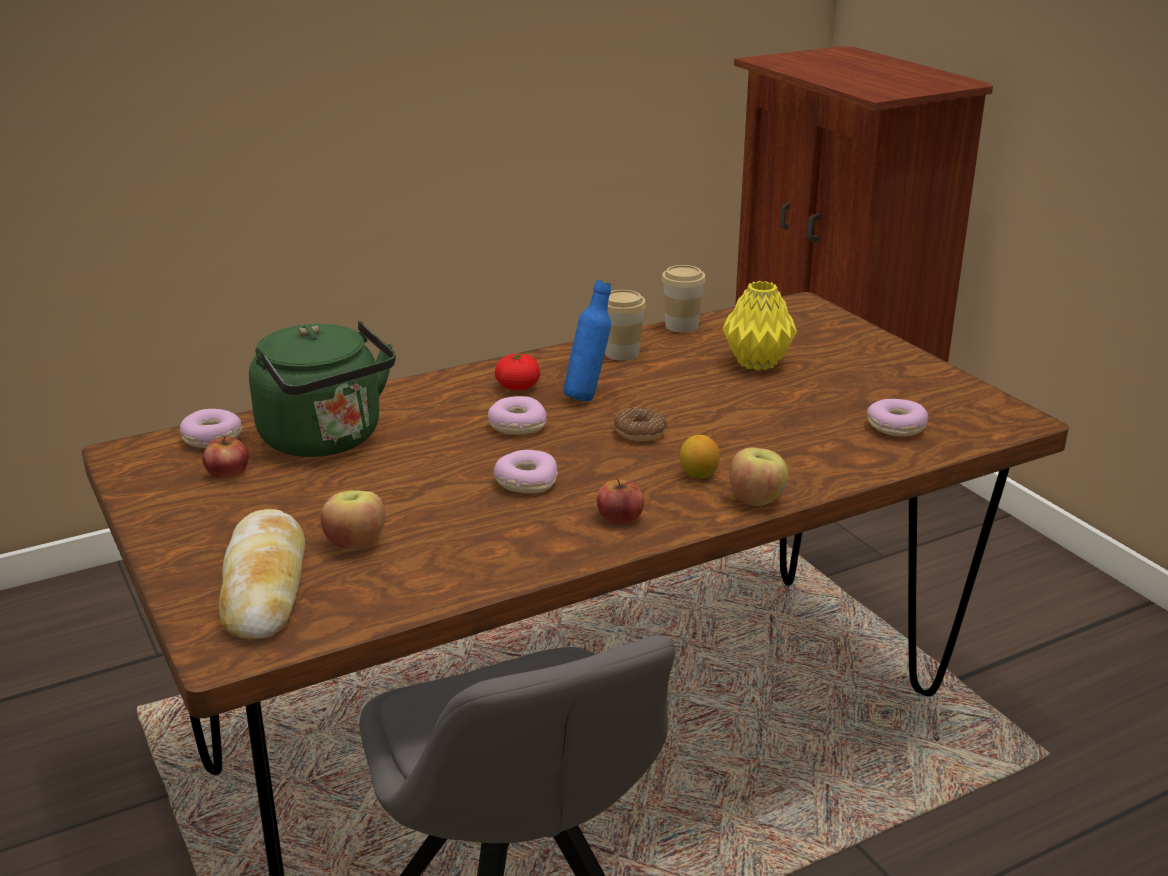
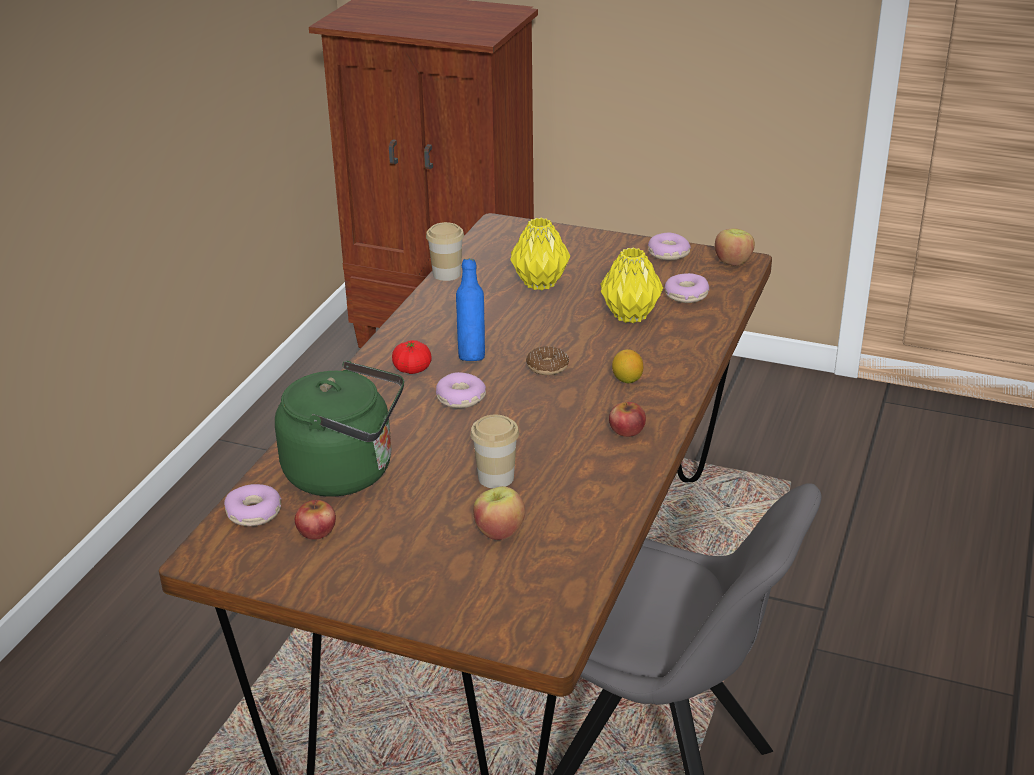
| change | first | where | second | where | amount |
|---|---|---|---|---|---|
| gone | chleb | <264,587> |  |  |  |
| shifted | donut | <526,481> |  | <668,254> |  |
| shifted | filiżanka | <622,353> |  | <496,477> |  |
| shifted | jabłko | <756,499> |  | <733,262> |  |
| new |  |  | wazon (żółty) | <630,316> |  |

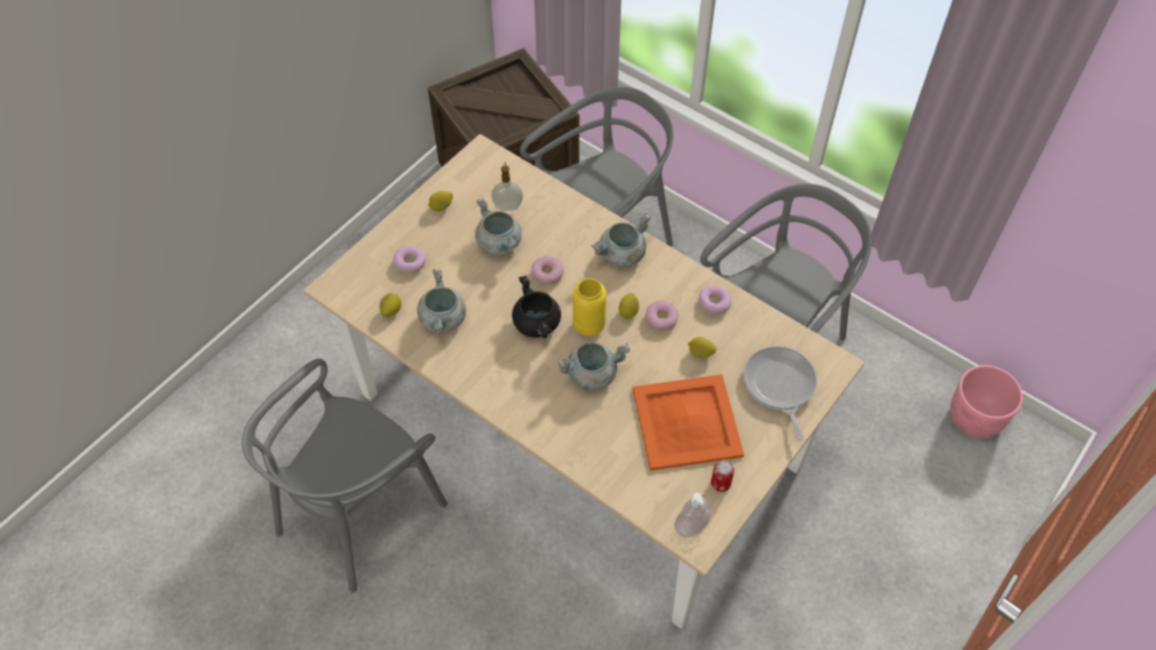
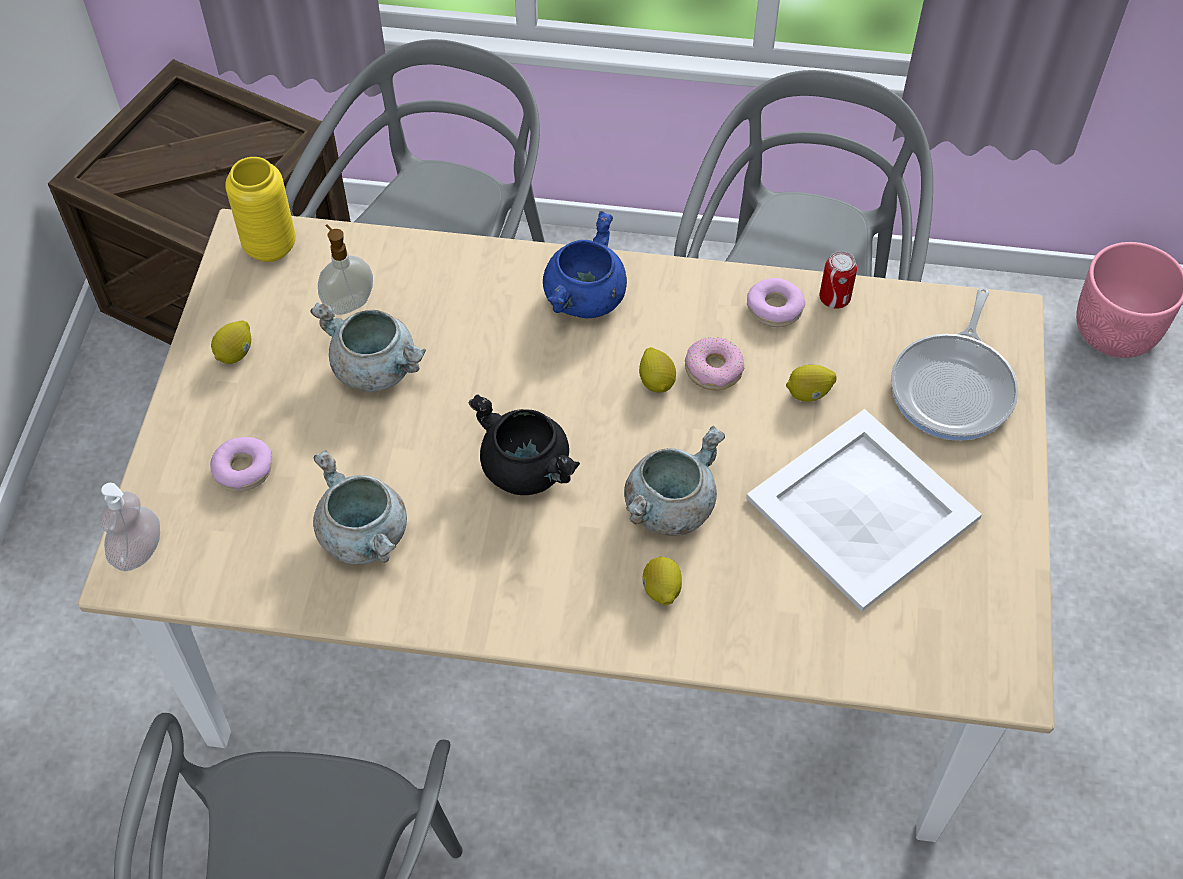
| change | first | where | second | where | amount |
|---|---|---|---|---|---|
| shifted | cytryna | <391,311> |  | <661,590> |  |
| gone | donut | <547,273> |  |  |  |
| shifted | wazon (żółty) | <589,325> |  | <270,246> |  |
| repainted | garnek (szary) | <621,255> | garnek (niebieski) | <585,299> |  |
| repainted | taca (pomarańczowy) | <688,423> | taca (biały) | <864,508> |  |
| shifted | dozownik mydła | <691,526> |  | <138,551> |  |
| shifted | puszka | <720,483> |  | <834,298> |  |
| rotated | patelnia | <779,386> |  | <954,387> | 120 degrees counterclockwise |

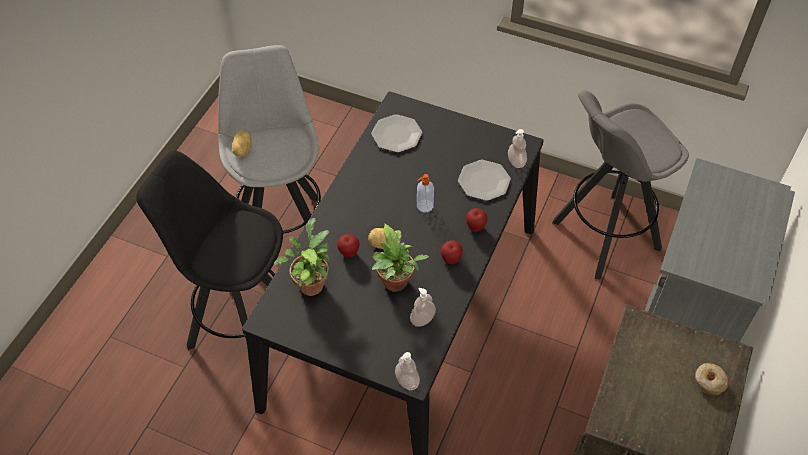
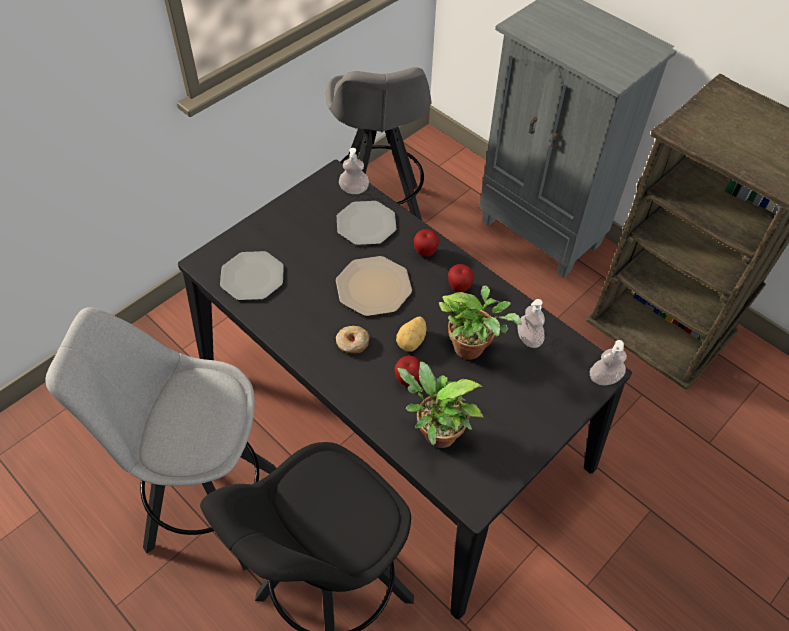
| change | first | where | second | where | amount |
|---|---|---|---|---|---|
| gone | ziemniak | <242,150> |  |  |  |
| swapped | dozownik mydła | <424,206> | talerz | <374,286> |  |
| shifted | donut | <709,381> |  | <352,343> |  |

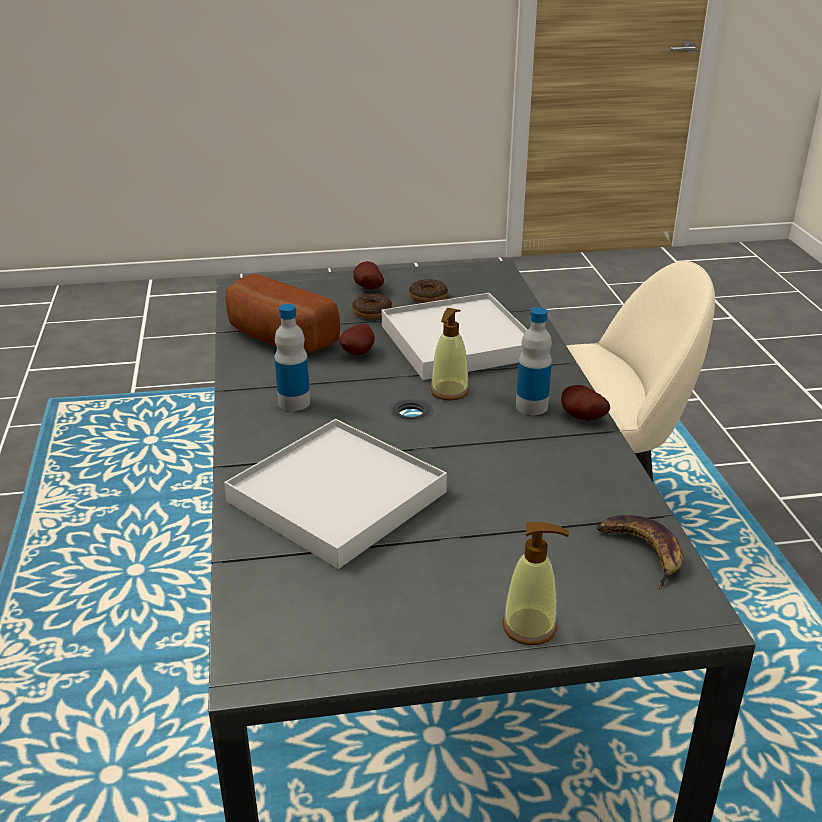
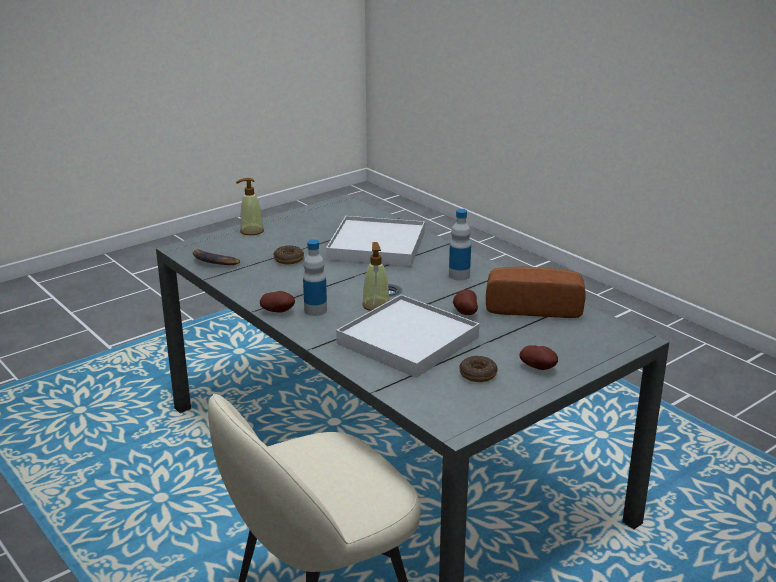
| change | first | where | second | where | amount |
|---|---|---|---|---|---|
| shifted | donut | <372,312> |  | <289,259> |  |

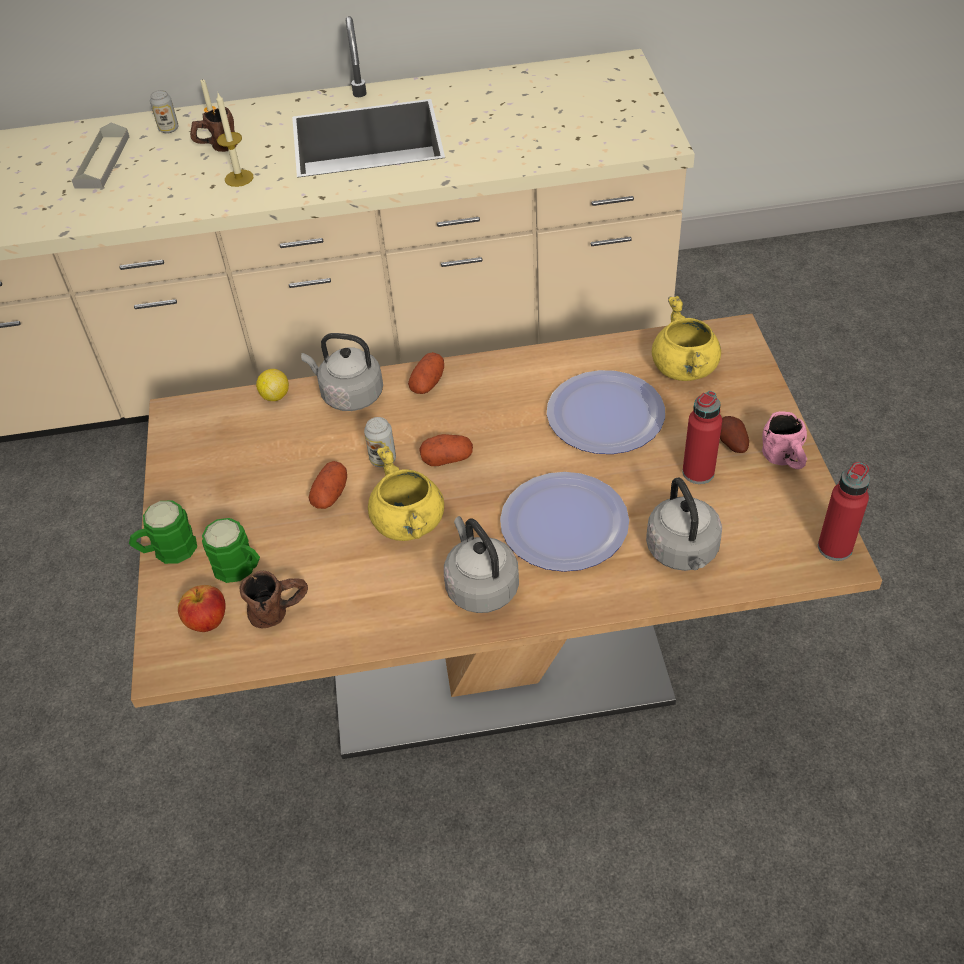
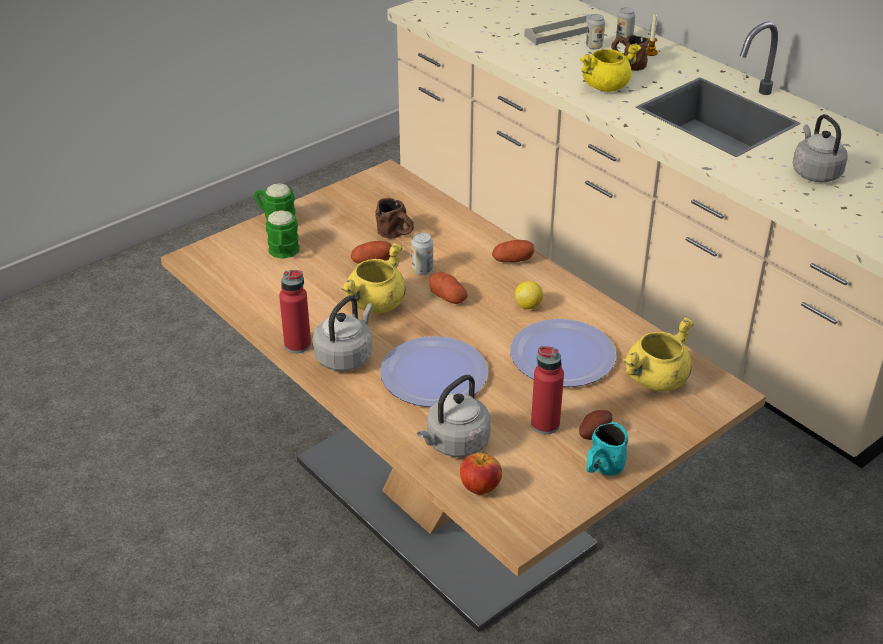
| change | first | where | second | where | amount |
|---|---|---|---|---|---|
| shifted | jabłko | <207,621> |  | <480,487> |  |
| swapped | świeca | <239,178> | garnek (żółty) | <605,86> |  |
| shifted | kubek (brązowy) | <280,610> |  | <397,235> |  |
| shifted | cytryna | <275,396> |  | <528,305> |  |
| shifted | czajnik (szary) | <349,395> |  | <815,172> |  |
| repainted | kubek (różowy) | <785,461> | kubek (turkusowy) | <602,470> |  |
| shifted | butelka (czerwony) | <835,547> |  | <297,345> |  |
| new |  |  | puszka | <594,46> |  |

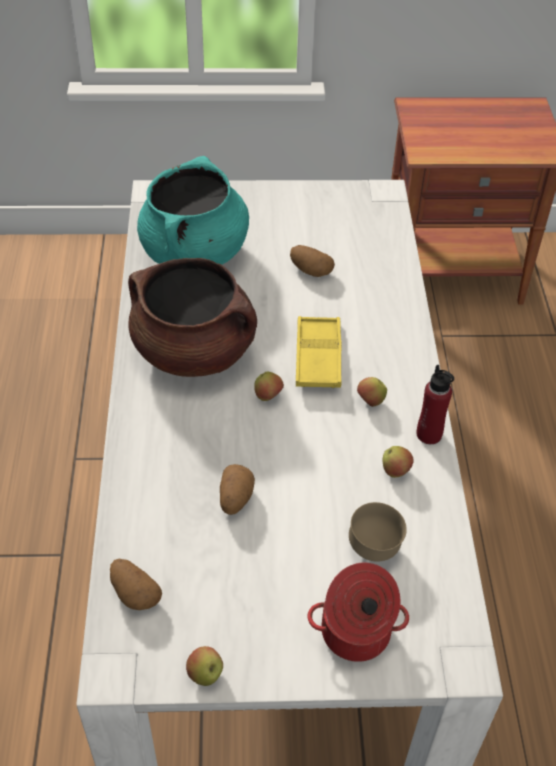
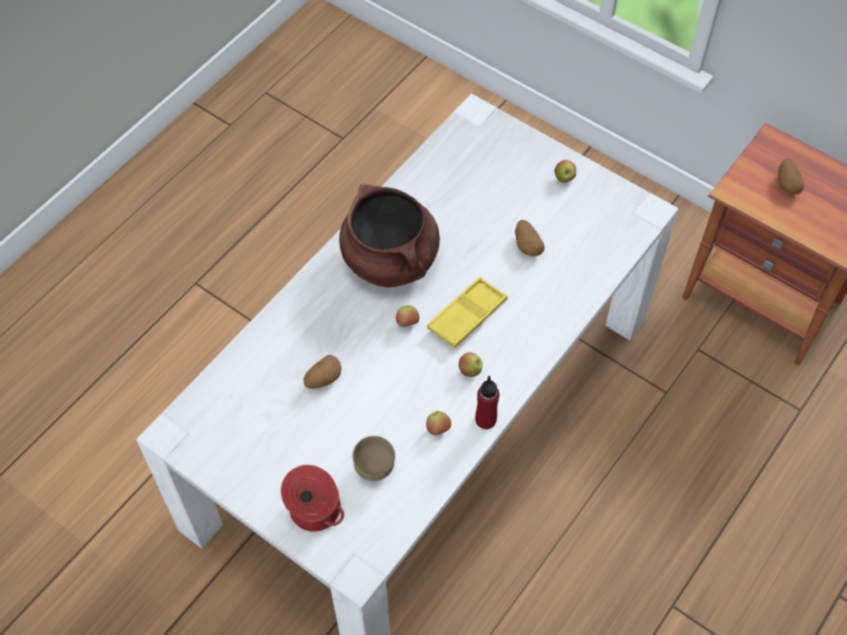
| change | first | where | second | where | amount |
|---|---|---|---|---|---|
| shifted | ziemniak | <134,593> |  | <787,183> |  |
| gone | garnek (turkusowy) | <195,254> |  |  |  |
| shifted | jabłko | <205,674> |  | <564,178> |  |

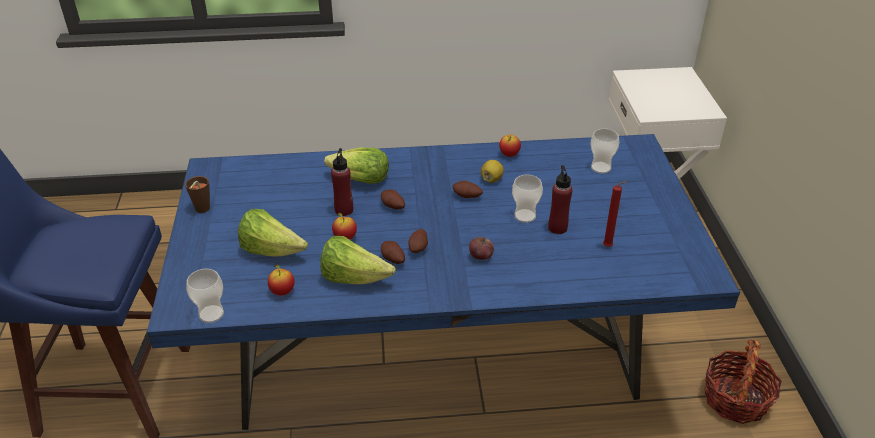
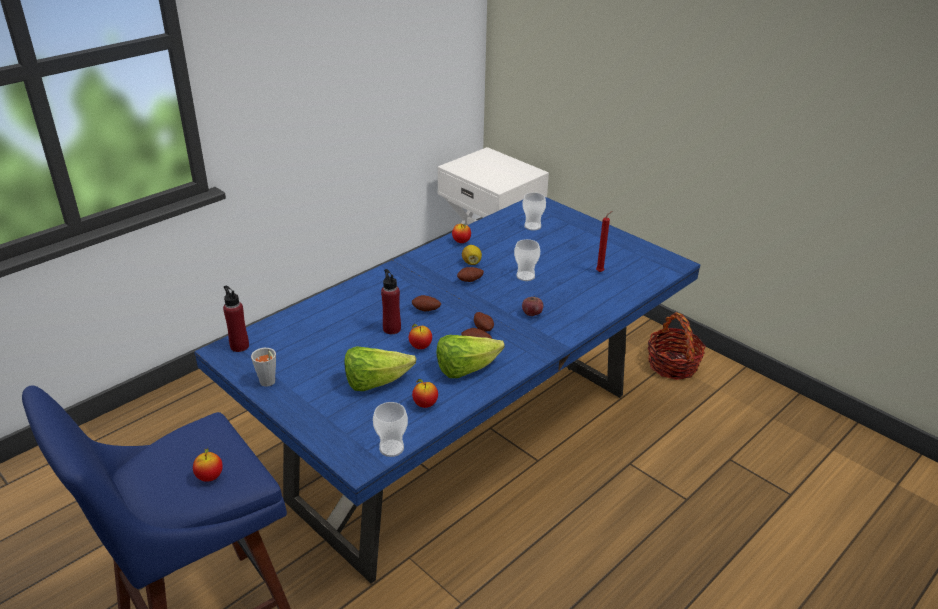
| change | first | where | second | where | amount |
|---|---|---|---|---|---|
| repainted | filiżanka (brązowy) | <201,210> | filiżanka (szary) | <268,383> |  |
| gone | sałata | <360,180> |  |  |  |
| shifted | butelka (czerwony) | <557,228> |  | <239,346> |  |
| new |  |  | jabłko | <210,477> |  |

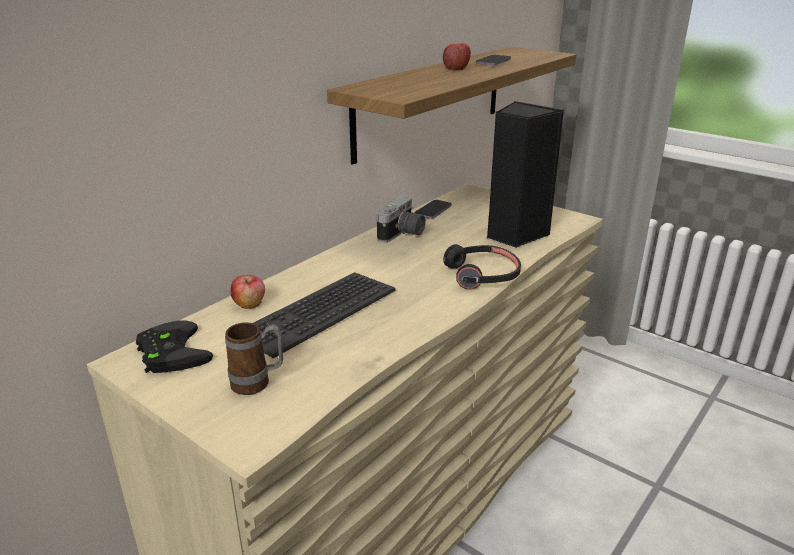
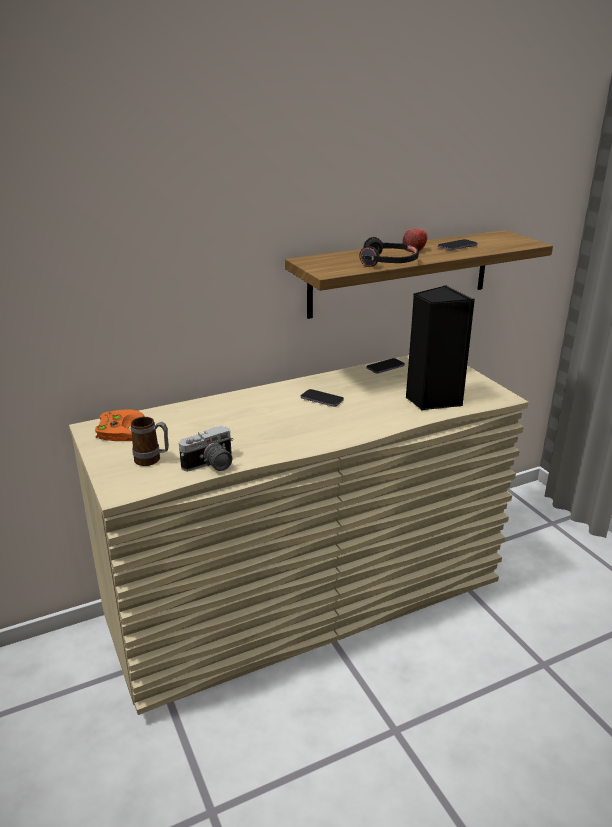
| change | first | where | second | where | amount |
|---|---|---|---|---|---|
| repainted | pad do gier (czarny) | <170,352> | pad do gier (pomarańczowy) | <118,428> |  |
| gone | jabłko | <249,304> |  |  |  |
| gone | klawiatura | <317,312> |  |  |  |
| shifted | aparat fotograficzny | <402,235> |  | <211,465> |  |
| shifted | słuchawki (czarny) | <482,274> |  | <389,262> |  |
| new |  |  | telefon | <322,399> |  |

